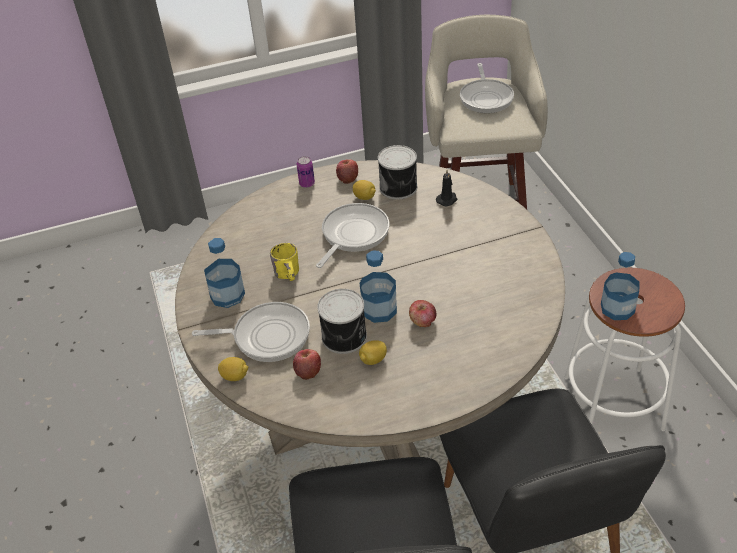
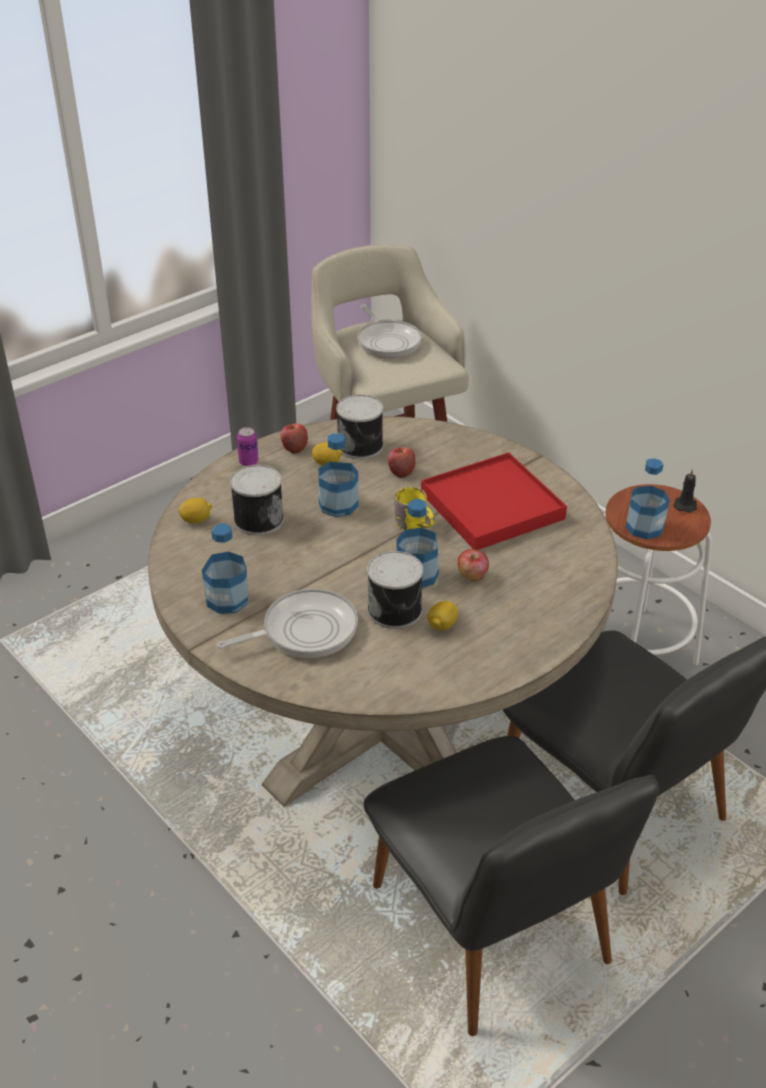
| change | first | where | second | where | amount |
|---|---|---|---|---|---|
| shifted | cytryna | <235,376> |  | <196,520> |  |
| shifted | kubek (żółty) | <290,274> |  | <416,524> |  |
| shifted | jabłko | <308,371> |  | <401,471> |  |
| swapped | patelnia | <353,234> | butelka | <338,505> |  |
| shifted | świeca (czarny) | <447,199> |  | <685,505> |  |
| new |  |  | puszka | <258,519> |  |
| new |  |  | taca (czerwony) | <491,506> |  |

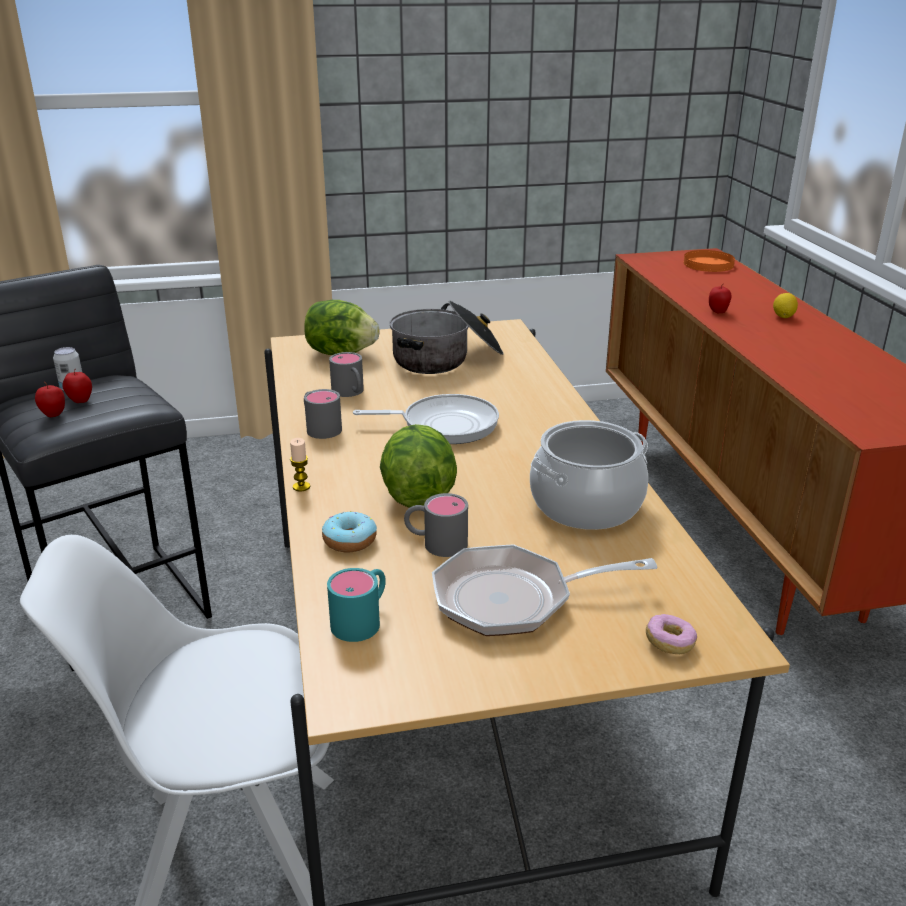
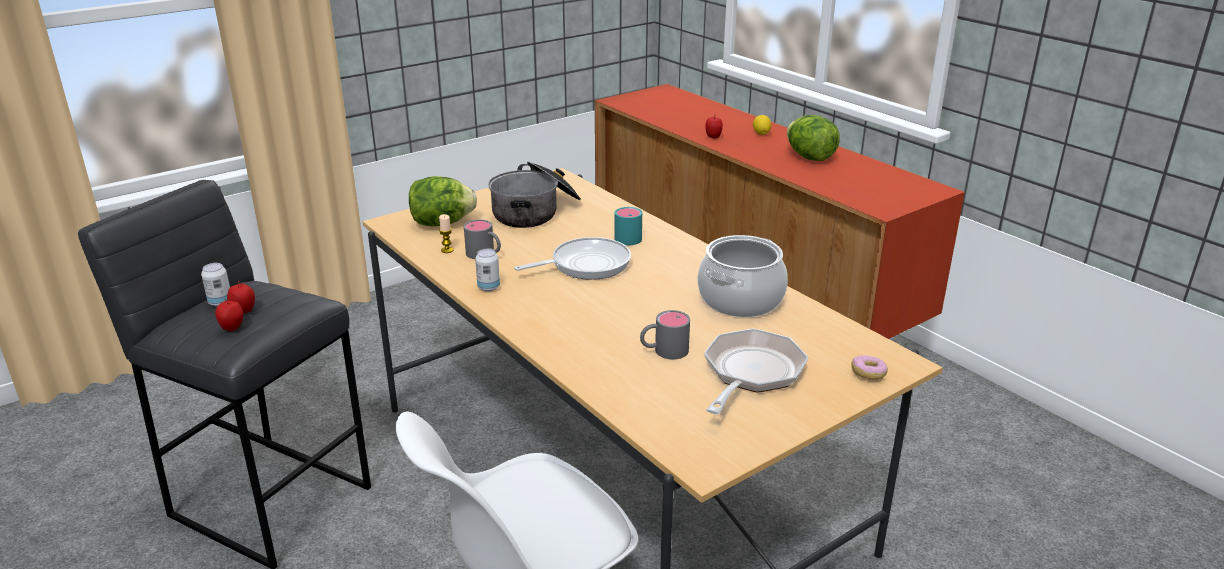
| change | first | where | second | where | amount |
|---|---|---|---|---|---|
| shifted | świeca | <301,487> |  | <447,250> |  |
| swapped | kubek (szary) | <320,427> | puszka | <488,287> |  |
| gone | donut | <350,541> |  |  |  |
| shifted | kubek (turkusowy) | <363,619> |  | <629,236> |  |
| shifted | sałata | <418,495> |  | <809,157> |  |
| rotated | patelnia | <513,599> |  | <751,374> | 150 degrees clockwise |
| gone | talerz (pomarańczowy) | <708,264> |  |  |  |

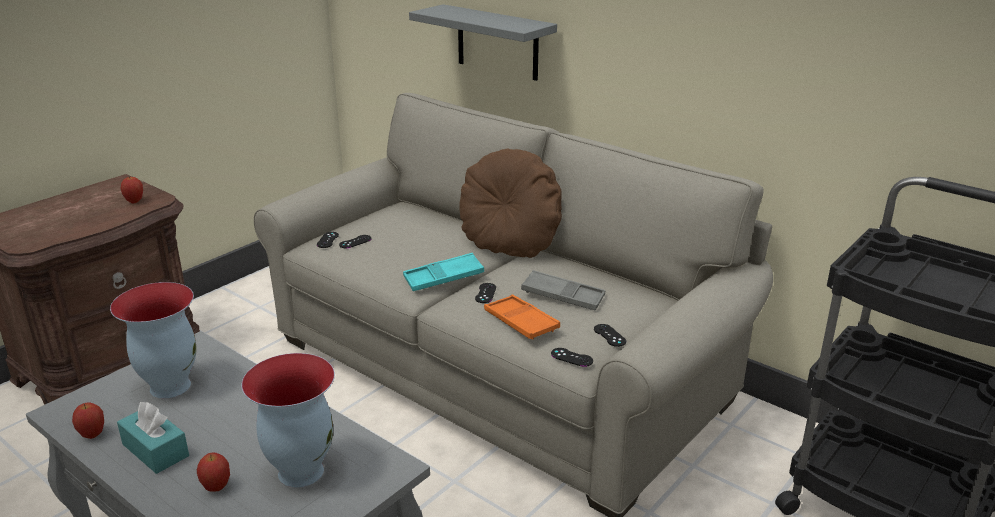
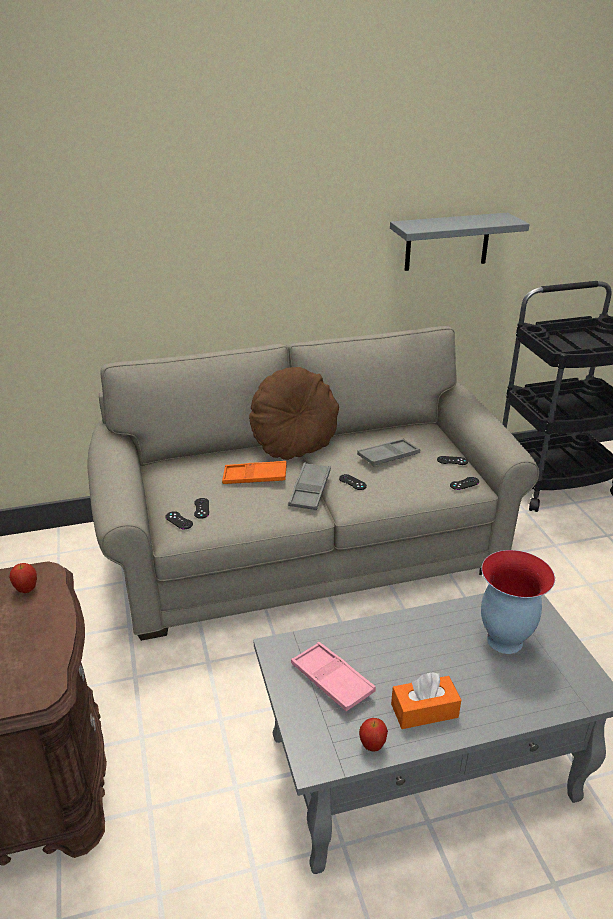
| change | first | where | second | where | amount |
|---|---|---|---|---|---|
| swapped | wazon | <169,386> | taca (różowy) | <332,680> |  |
| repainted | pudełko chusteczek (turkusowy) | <155,450> | pudełko chusteczek (pomarańczowy) | <424,710> |  |
| gone | jabłko | <216,487> |  |  |  |
| repainted | taca (turkusowy) | <443,278> | taca (szary) | <310,490> |  |
| shifted | półka (szary) | <497,42> |  | <447,242> |  |
| shifted | taca (pomarańczowy) | <521,322> |  | <255,477> |  |

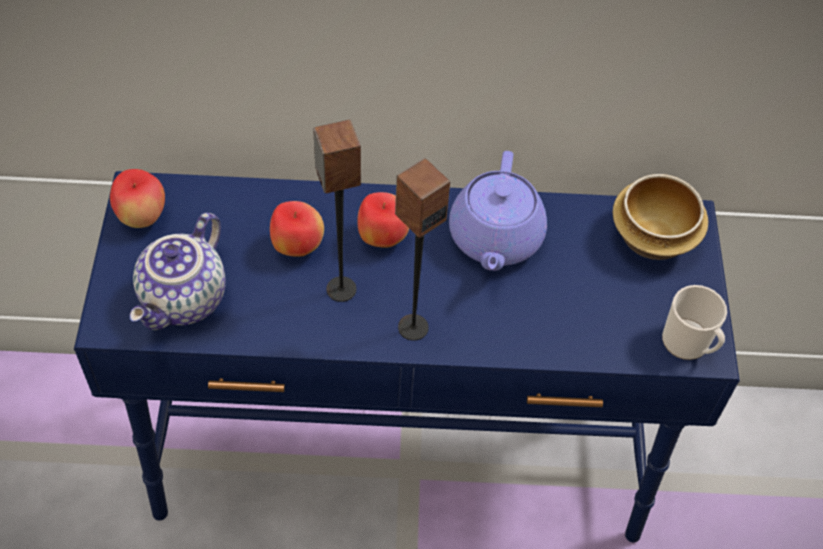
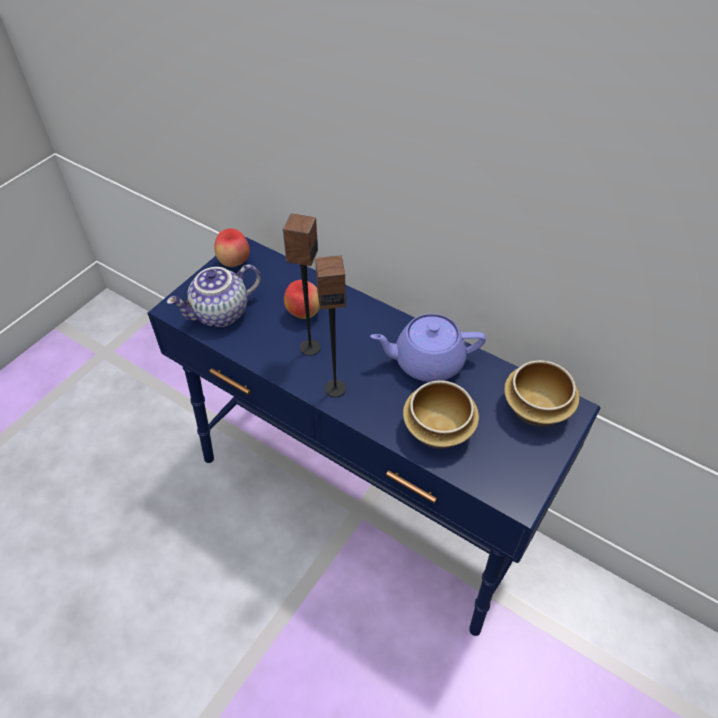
| change | first | where | second | where | amount |
|---|---|---|---|---|---|
| gone | jabłko | <382,238> |  |  |  |
| rotated | imbryk (fioletowy) | <495,238> |  | <426,361> | 45 degrees clockwise |
| gone | kubek | <689,344> |  |  |  |
| new |  |  | miska | <439,430> |  |

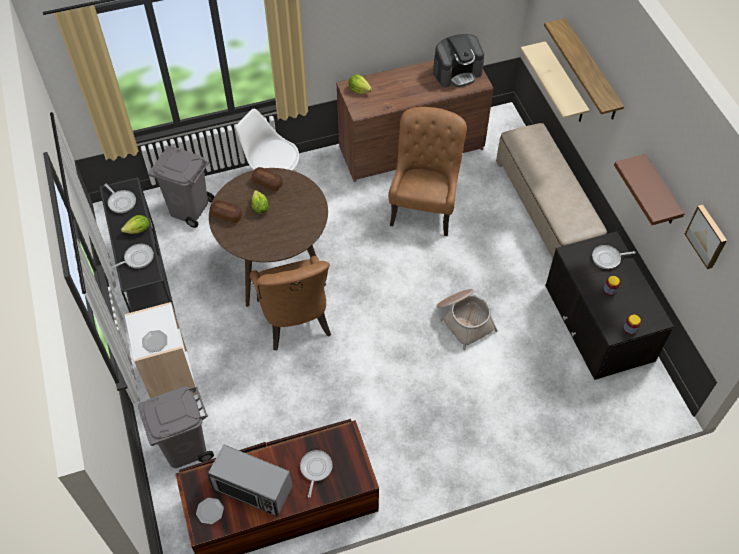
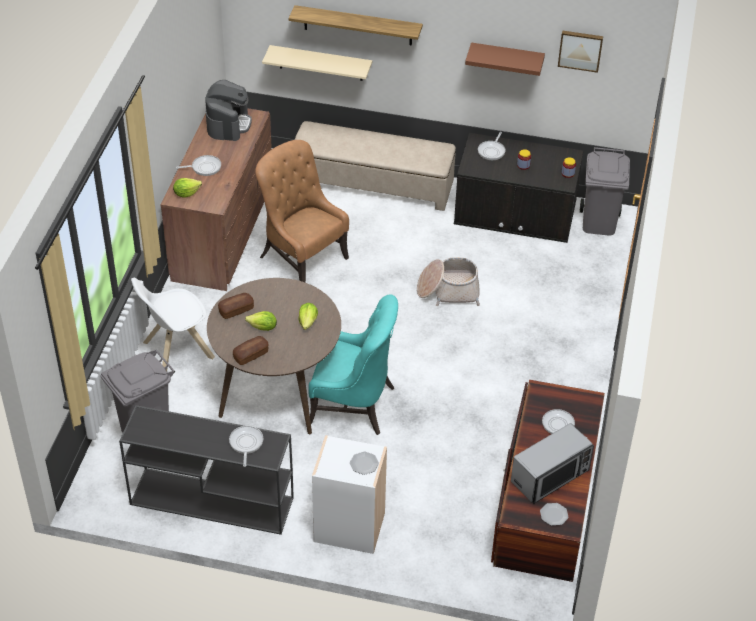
| change | first | where | second | where | amount |
|---|---|---|---|---|---|
| shifted | patelnia | <121,202> |  | <204,167> |  |
| shifted | sałata | <138,230> |  | <308,322> |  |
| shifted | kosz na śmieci (szary) | <184,447> |  | <598,222> |  |
| repainted | krzesło (brązowy) | <295,318> | krzesło (turkusowy) | <354,404> |  |

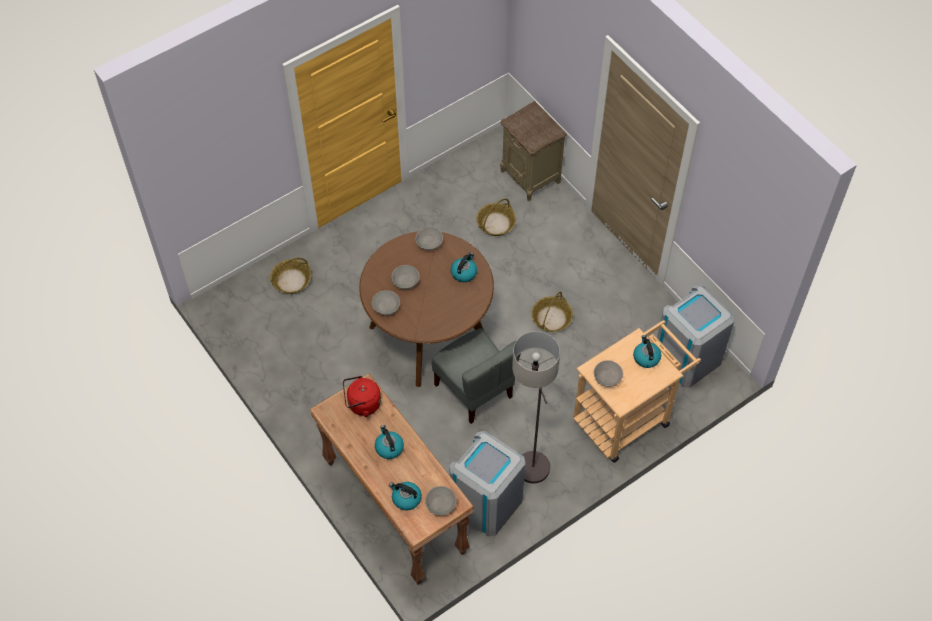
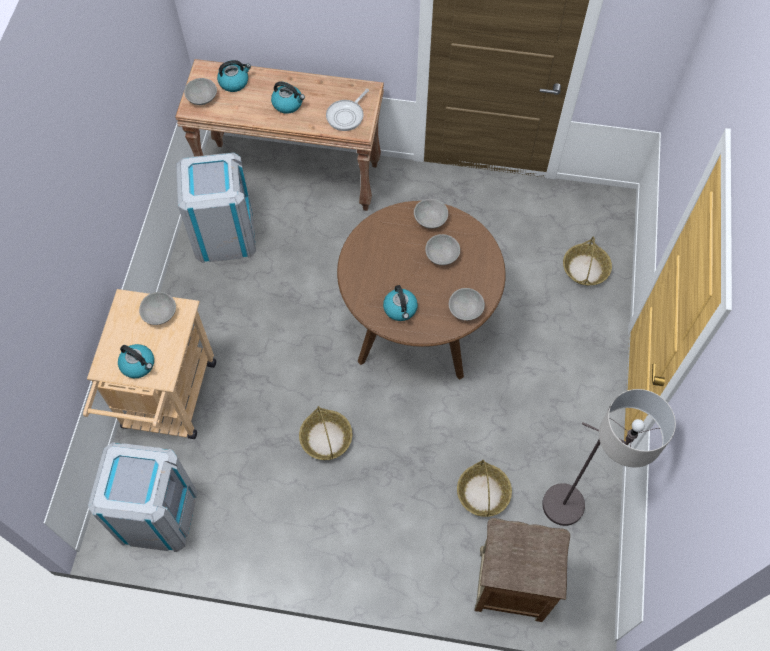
| change | first | where | second | where | amount |
|---|---|---|---|---|---|
| swapped | czajnik (czerwony) | <362,404> | patelnia | <346,116> |  |
| gone | krzesło (szary) | <475,390> |  |  |  |
| shifted | lampa stojąca (szary) | <529,459> |  | <575,510> |  |

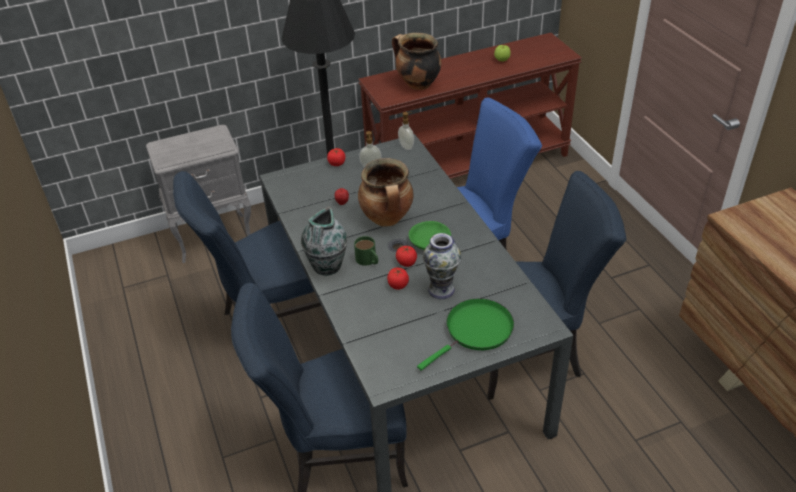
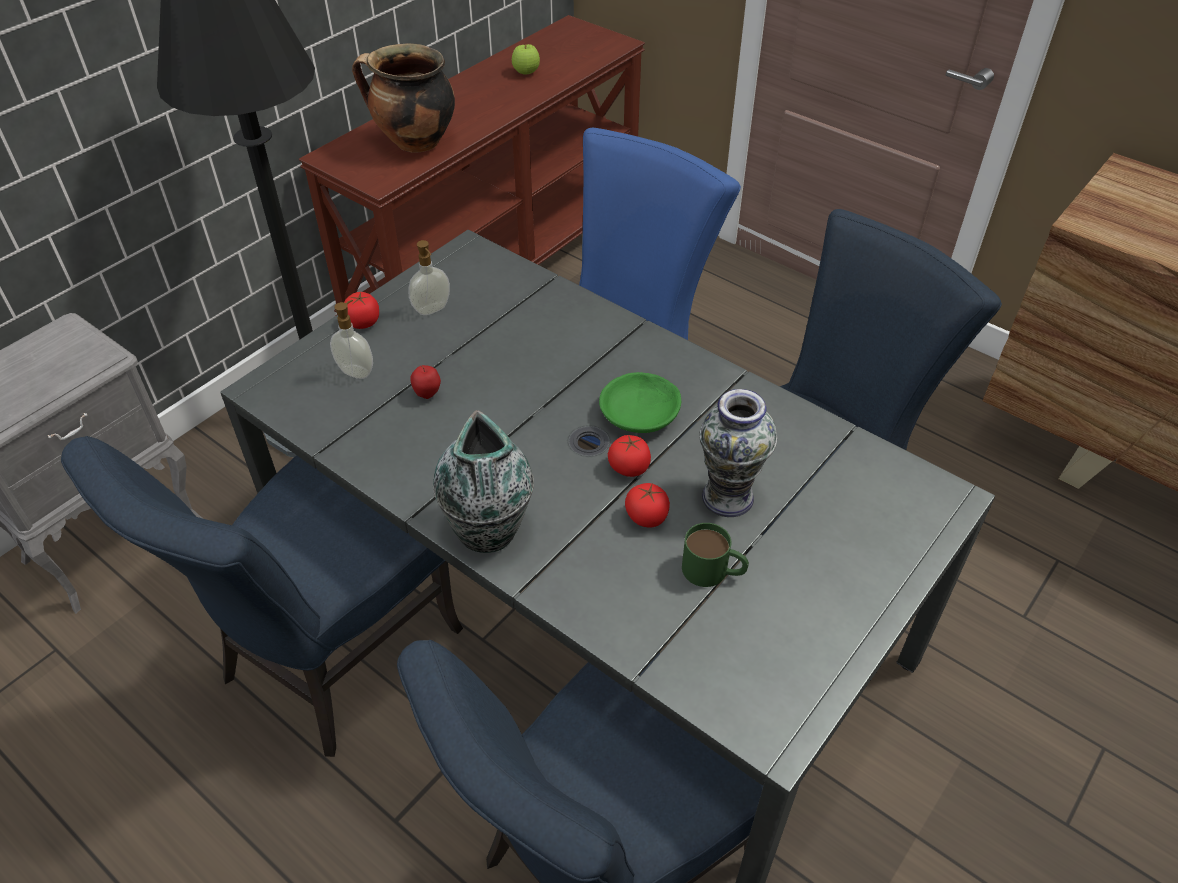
| change | first | where | second | where | amount |
|---|---|---|---|---|---|
| shifted | kubek (zielony) | <368,260> |  | <713,571> |  |
| gone | garnek | <387,219> |  |  |  |
| shifted | dozownik mydła | <407,146> |  | <356,371> |  |
| gone | patelnia (zielony) | <476,331> |  |  |  |

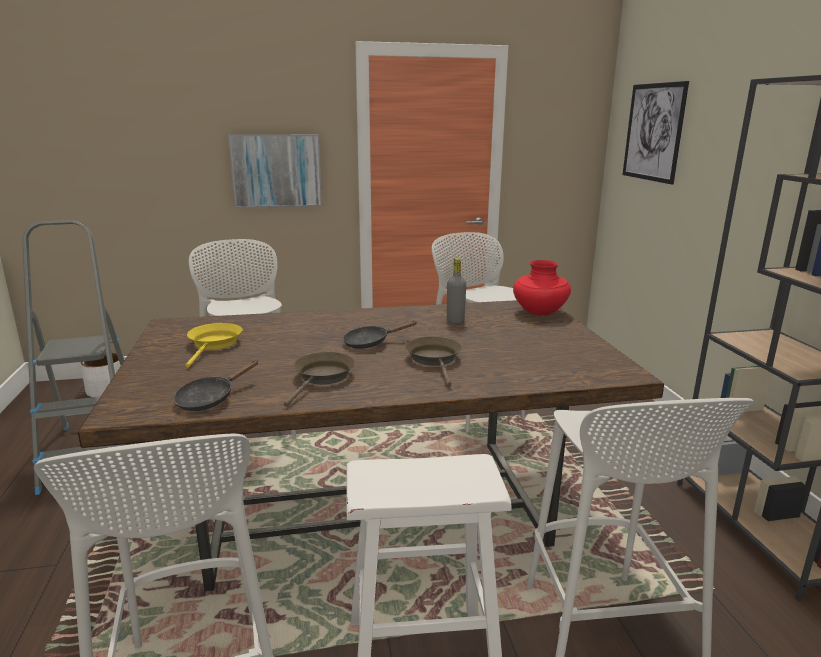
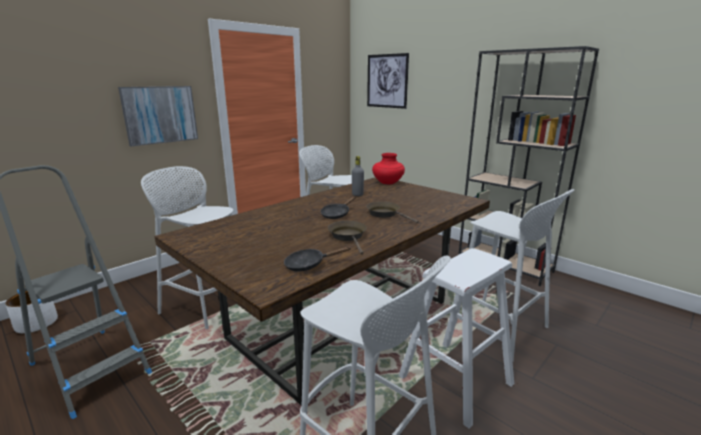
| change | first | where | second | where | amount |
|---|---|---|---|---|---|
| rotated | patelnia (czarny) | <210,399> |  | <309,265> | 75 degrees clockwise |
| gone | patelnia (żółty) | <214,344> |  |  |  |

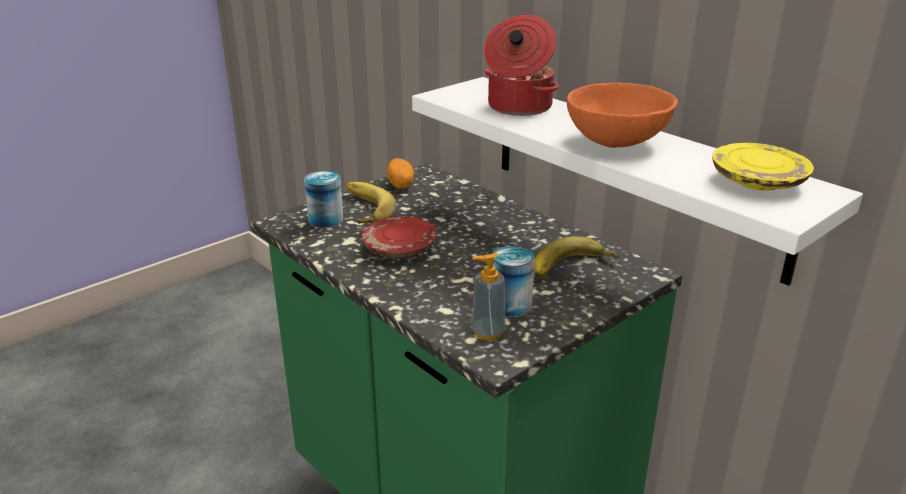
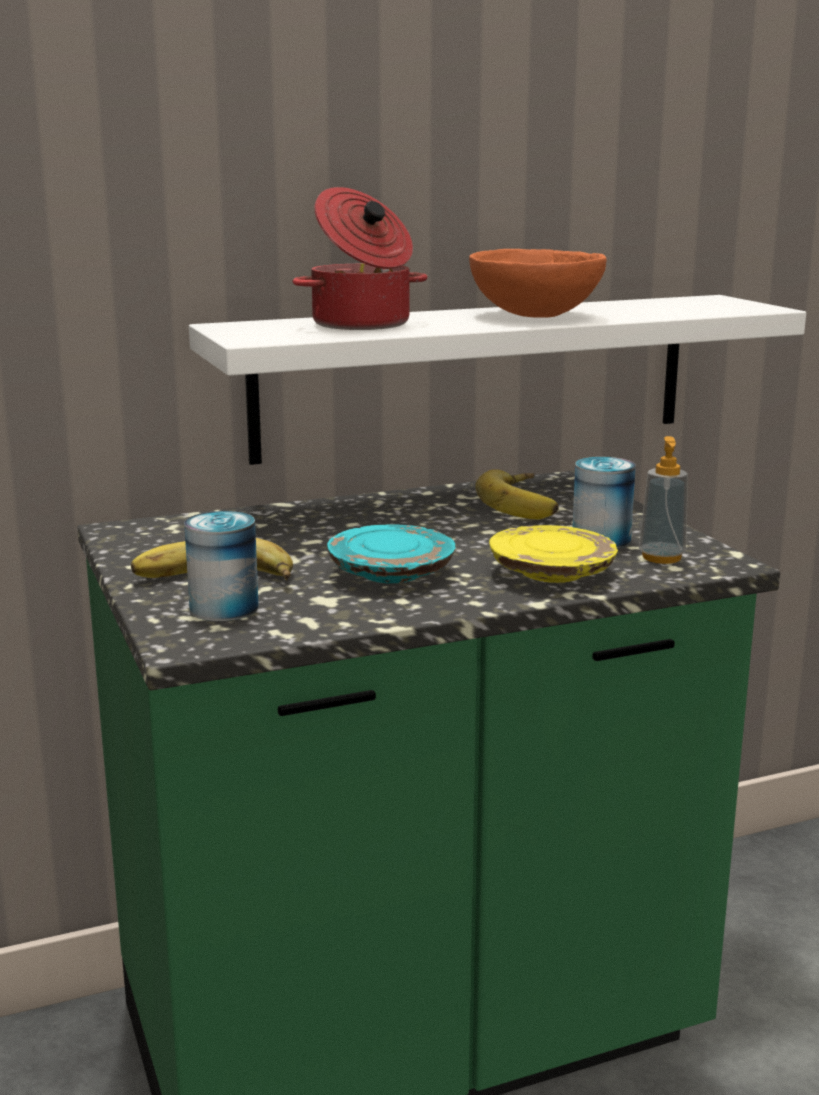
| change | first | where | second | where | amount |
|---|---|---|---|---|---|
| repainted | talerz (czerwony) | <400,249> | talerz (turkusowy) | <392,573> |  |
| gone | ziemniak | <400,184> |  |  |  |
| shifted | talerz (żółty) | <758,181> |  | <552,572> |  |

